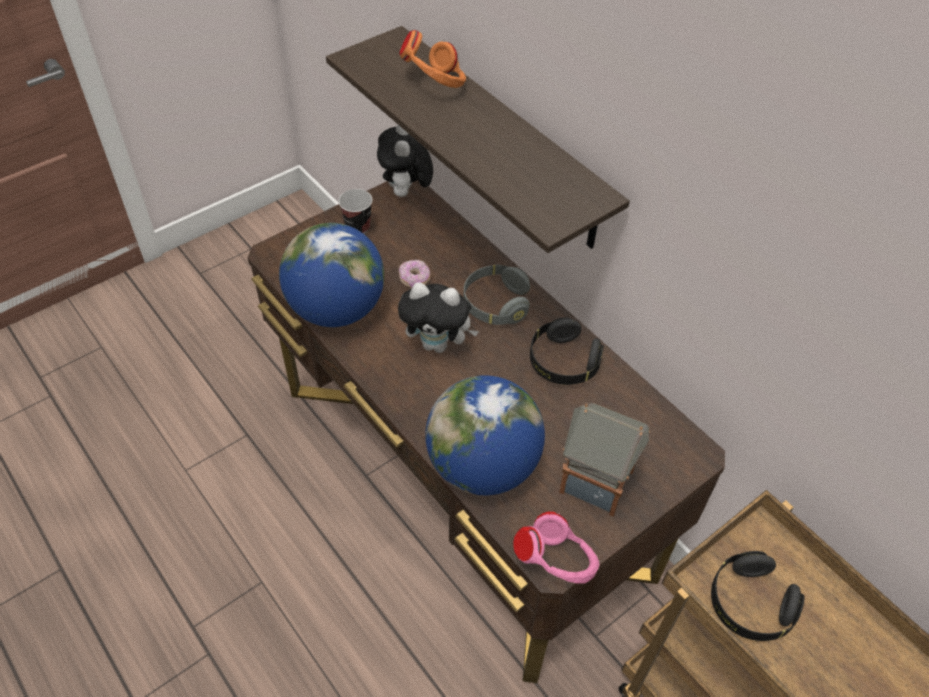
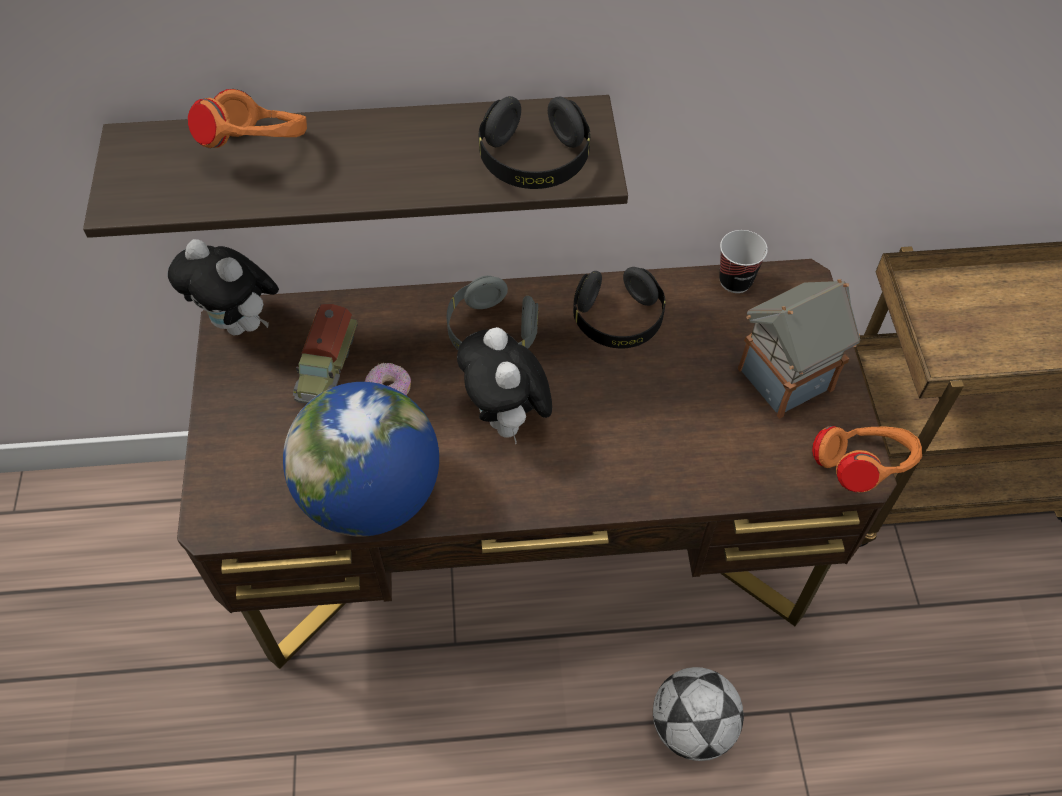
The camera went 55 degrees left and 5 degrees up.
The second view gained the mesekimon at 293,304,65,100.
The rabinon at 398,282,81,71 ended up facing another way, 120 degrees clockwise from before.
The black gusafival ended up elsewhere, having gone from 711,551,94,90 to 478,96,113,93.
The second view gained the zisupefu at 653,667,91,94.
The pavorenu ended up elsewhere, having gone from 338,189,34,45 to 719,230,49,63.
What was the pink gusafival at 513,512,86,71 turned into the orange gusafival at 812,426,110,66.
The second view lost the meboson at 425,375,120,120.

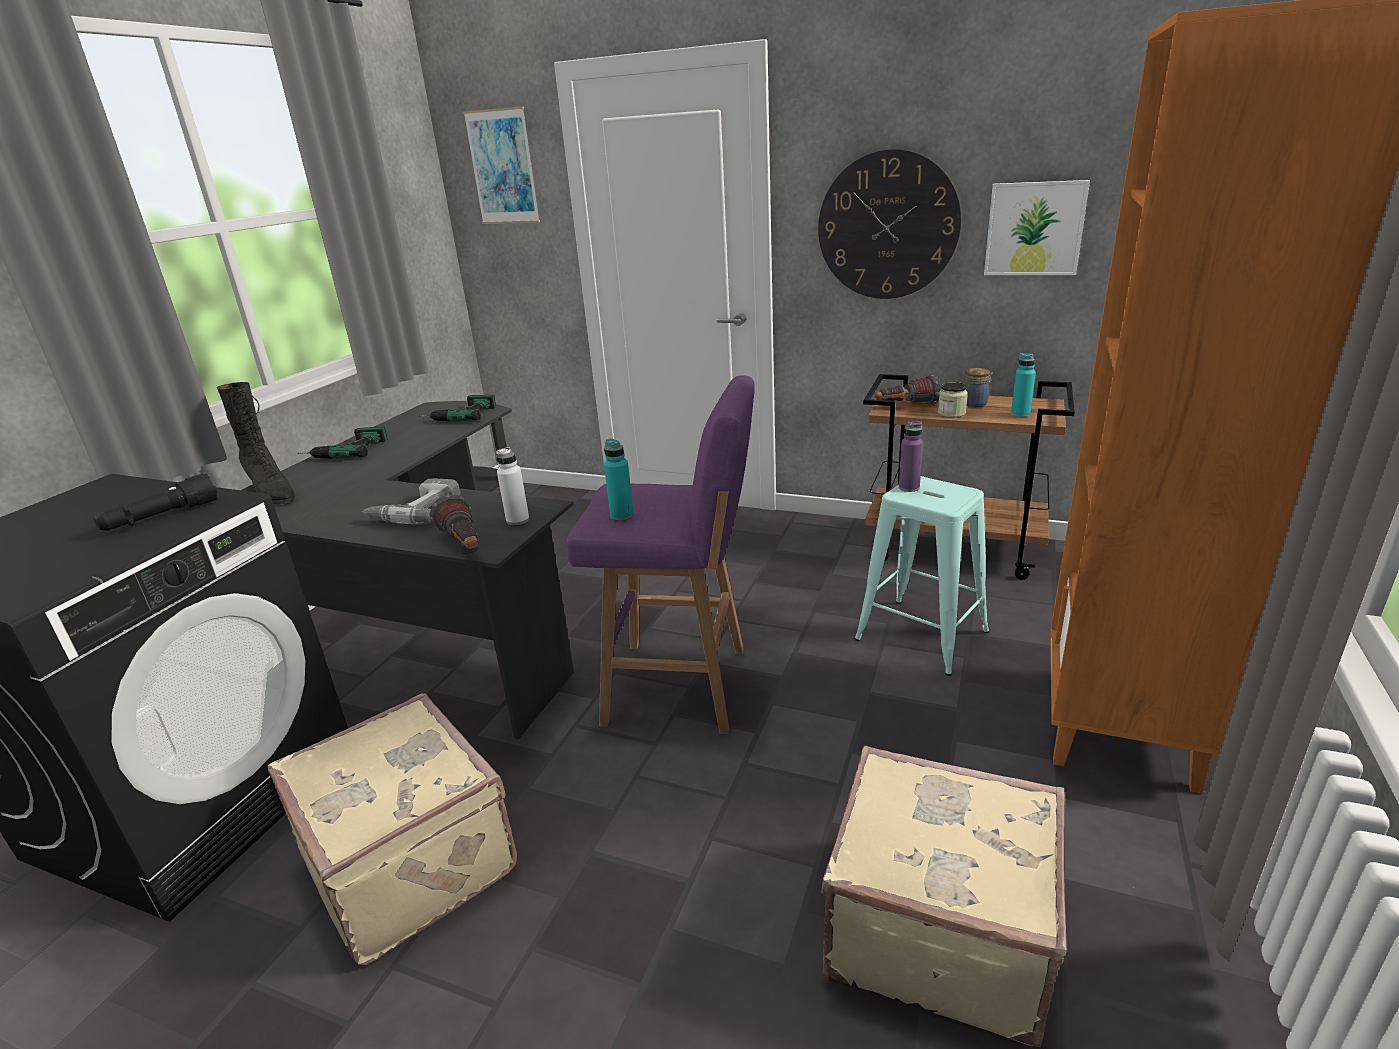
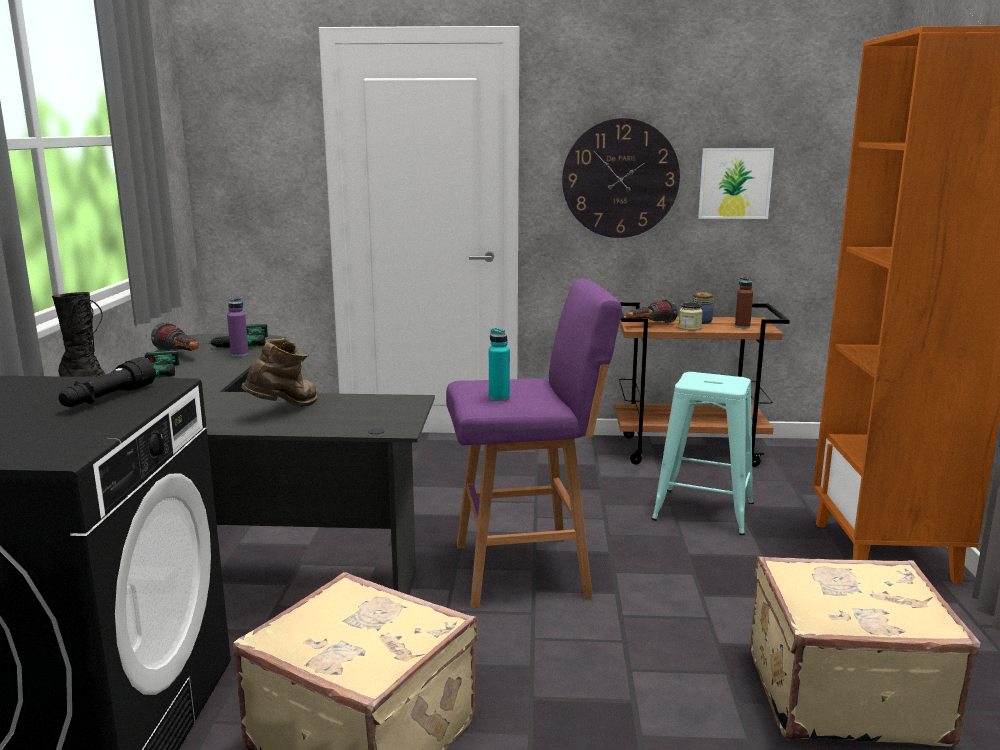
The camera went 20 degrees left and 10 degrees down.
The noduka ended up elsewhere, having gone from 430,494,48,55 to 151,322,48,29.
The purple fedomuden ended up elsewhere, having gone from 899,421,24,71 to 227,297,22,60.
Where the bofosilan stood at 363,479,97,45, the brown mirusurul came to stand at 241,338,77,69.
What was the turquoise fedomuden at 1011,353,25,64 turned into the brown fedomuden at 735,277,18,52.
The second view lost the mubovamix at 463,106,77,118.
The second view lost the white fedomuden at 496,447,33,78.

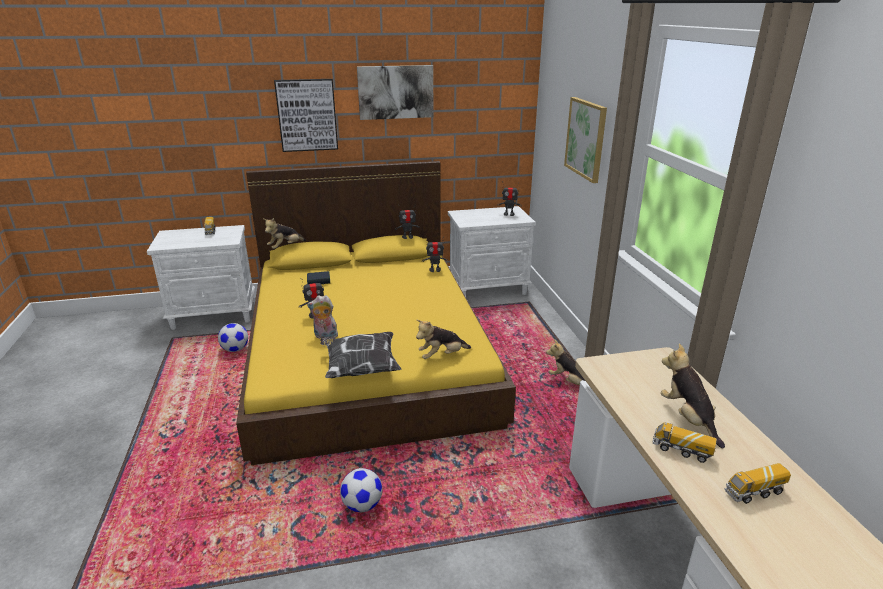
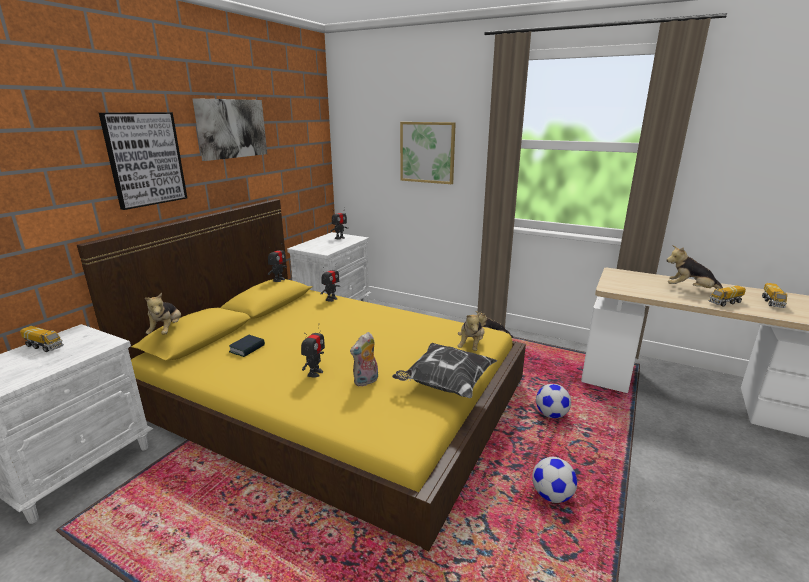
The camera went 50 degrees left and 5 degrees down.
The zisupefu ended up elsewhere, having gone from 218,323,30,29 to 536,384,35,34.

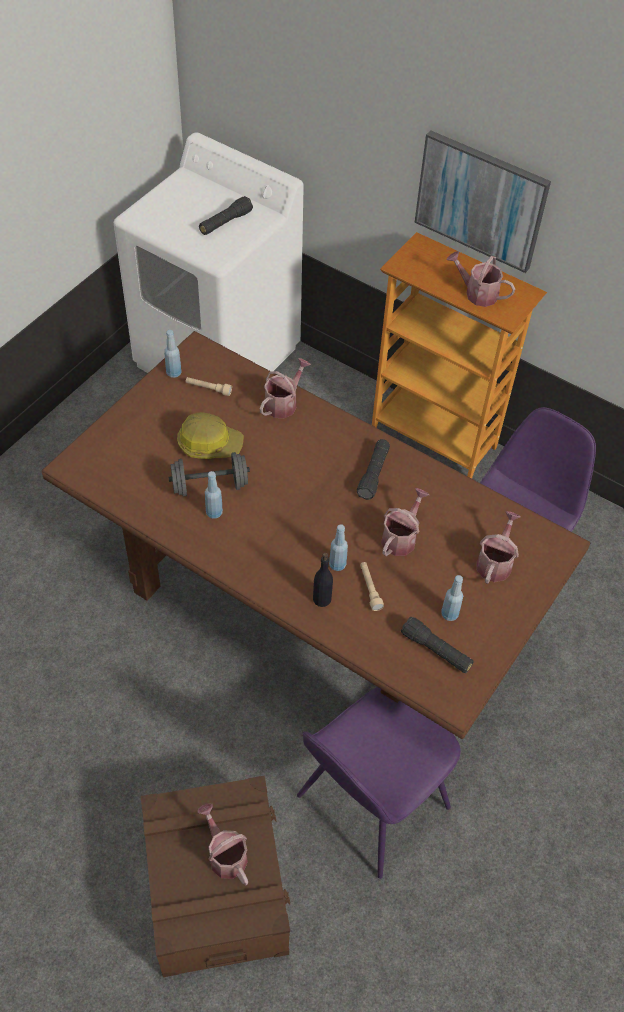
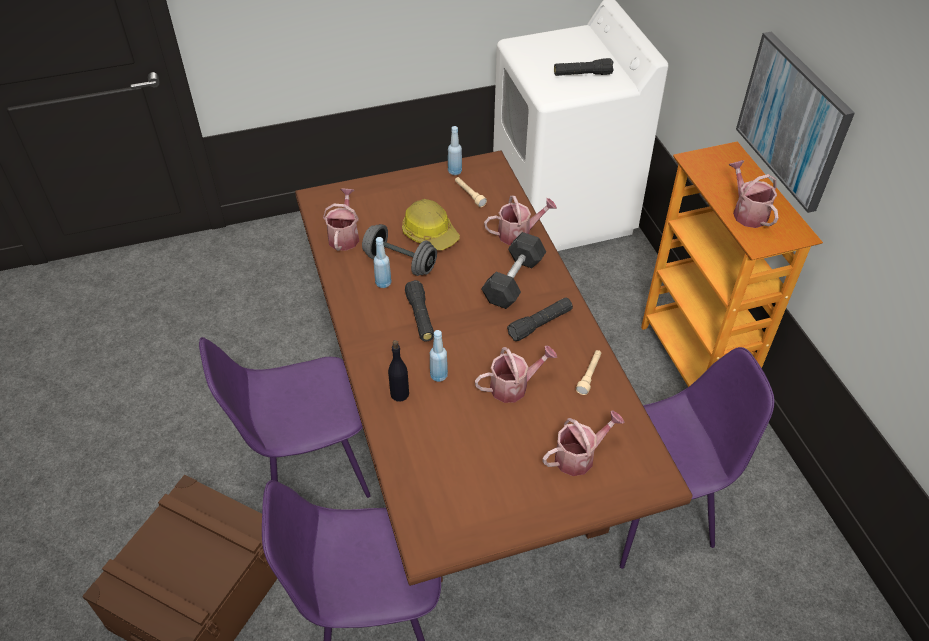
The camera went 40 degrees right and 5 degrees down.
The second view gained the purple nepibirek at 199,337,172,161.
The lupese ended up elsewhere, having gone from 197,803,51,82 to 323,188,36,63.
The black noduka ended up elsewhere, having gone from 401,617,73,56 to 405,280,29,61.
The second view gained the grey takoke at 481,232,65,77.
The beige noduka ended up elsewhere, having gone from 360,562,24,49 to 576,350,26,45.
The second view lost the blue fedomuden at 441,575,22,46.

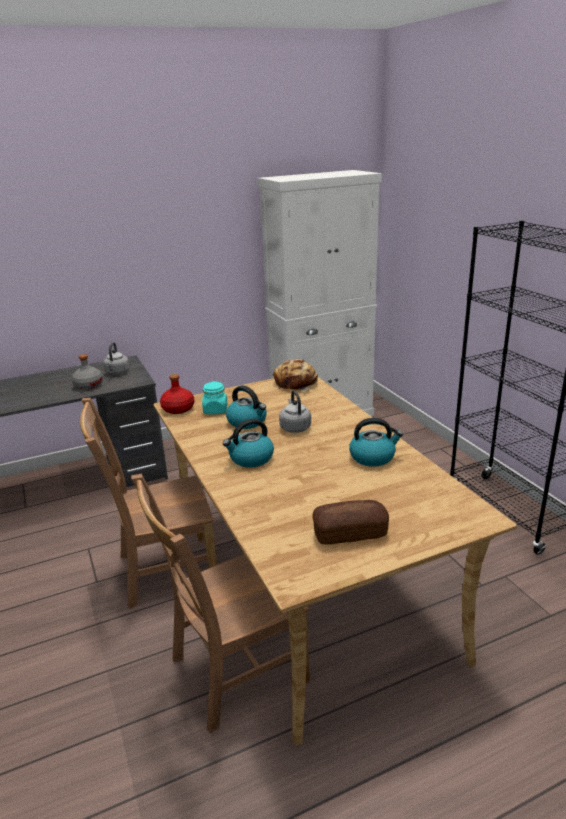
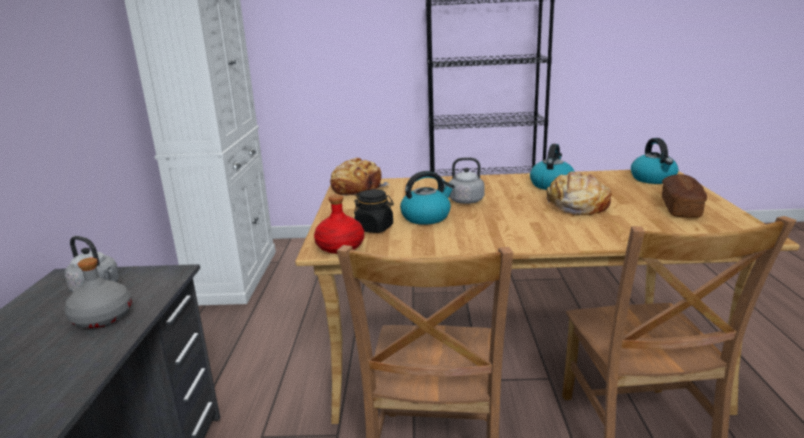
The camera went 65 degrees left and 5 degrees down.
What was the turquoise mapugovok at 202,381,25,33 turned into the black mapugovok at 354,189,40,44.
The second view gained the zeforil at 547,171,65,44.
The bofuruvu ended up elsewhere, having gone from 223,419,51,49 to 631,138,48,46.

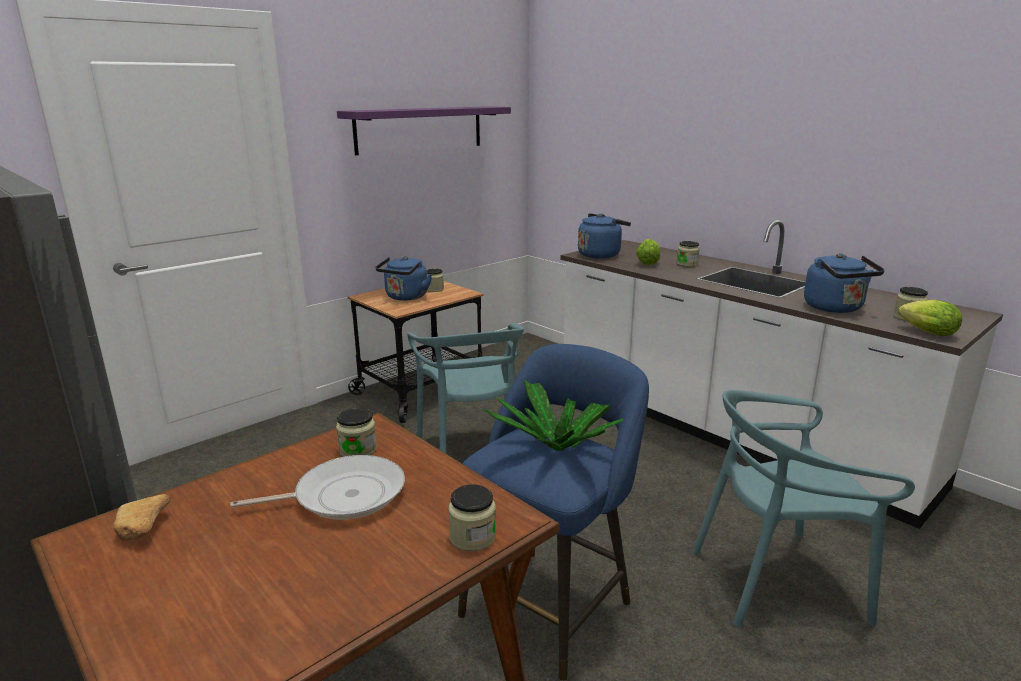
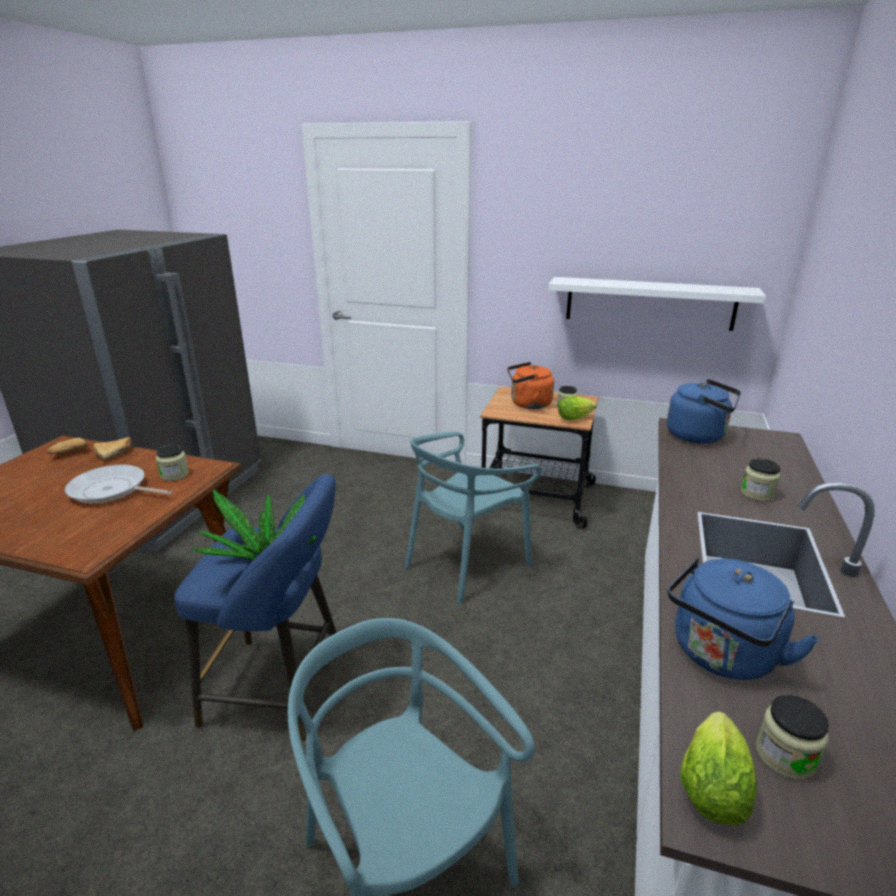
The camera went 60 degrees right and 5 degrees up.
The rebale at 230,455,175,65 ended up facing another way, 150 degrees clockwise from before.
The second view gained the zeforil at 93,437,38,25.
What was the blue bofuruvu at 375,256,57,45 turned into the orange bofuruvu at 507,362,47,47.
The second view gained the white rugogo at 548,277,218,54.
The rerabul ended up elsewhere, having gone from 636,239,24,26 to 558,396,39,24.
The second view lost the purple rugogo at 337,106,174,49.
The second view lost the mapugovok at 448,484,48,68.

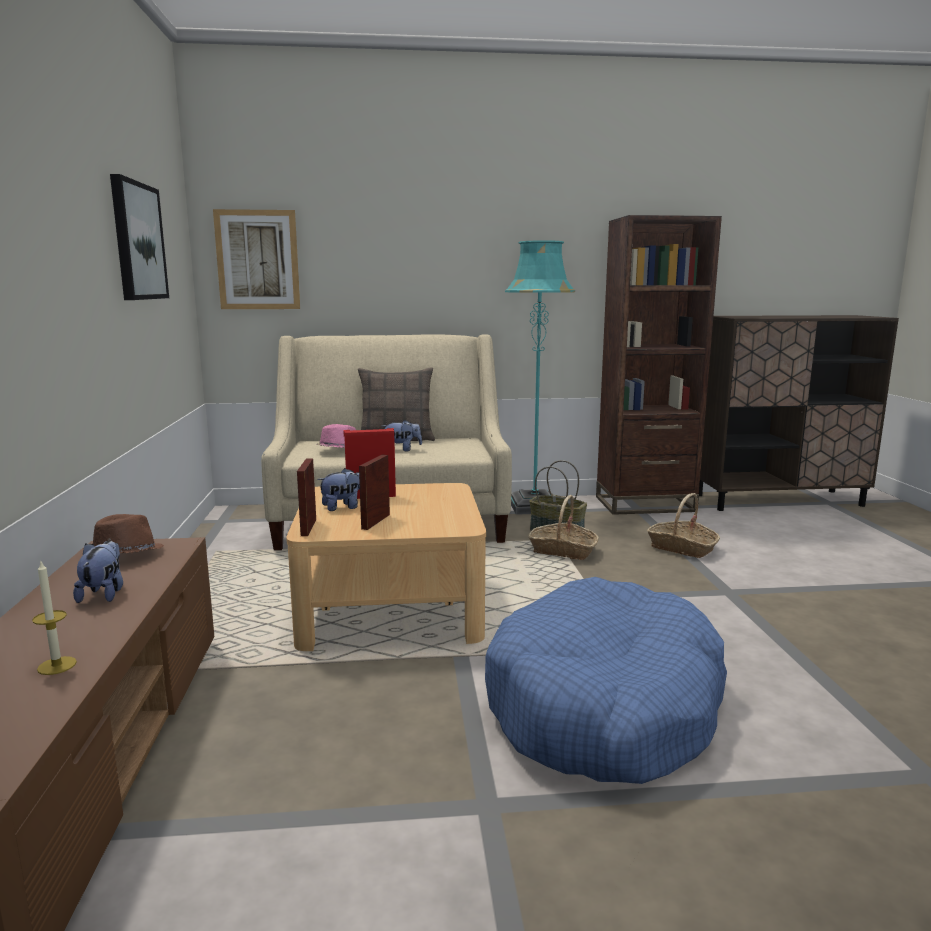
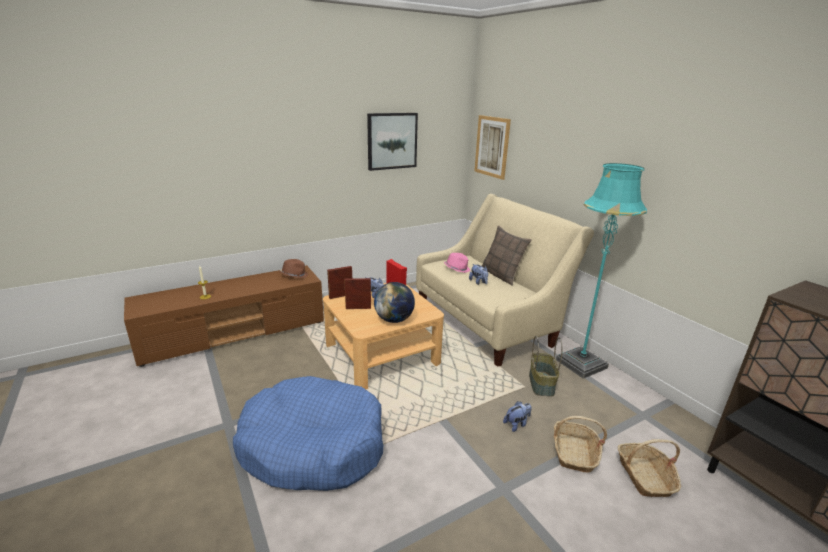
The camera went 65 degrees right and 10 degrees up.
The second view gained the meboson at 374,282,41,41.
The rabinon ended up elsewhere, having gone from 73,540,50,63 to 503,401,29,31.
The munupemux ended up elsewhere, having gone from 528,495,71,65 to 618,439,63,58.
The second view lost the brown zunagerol at 596,215,126,300.

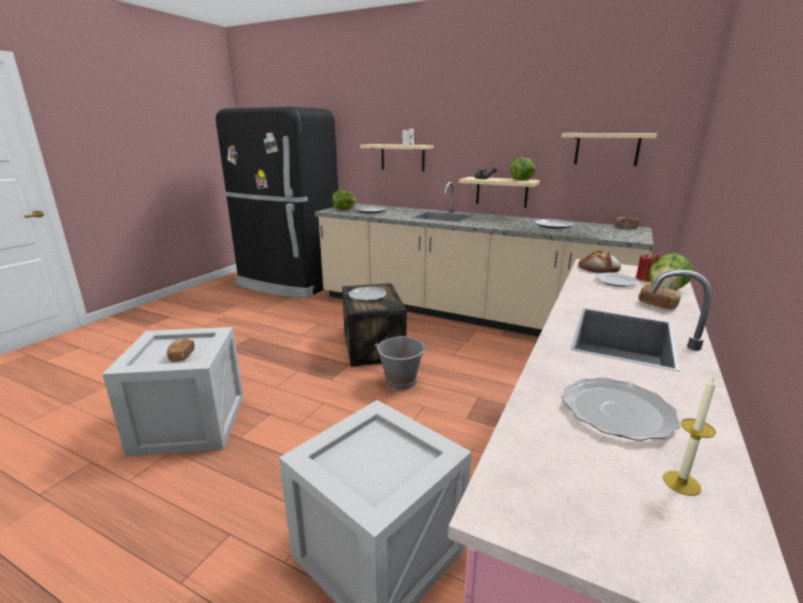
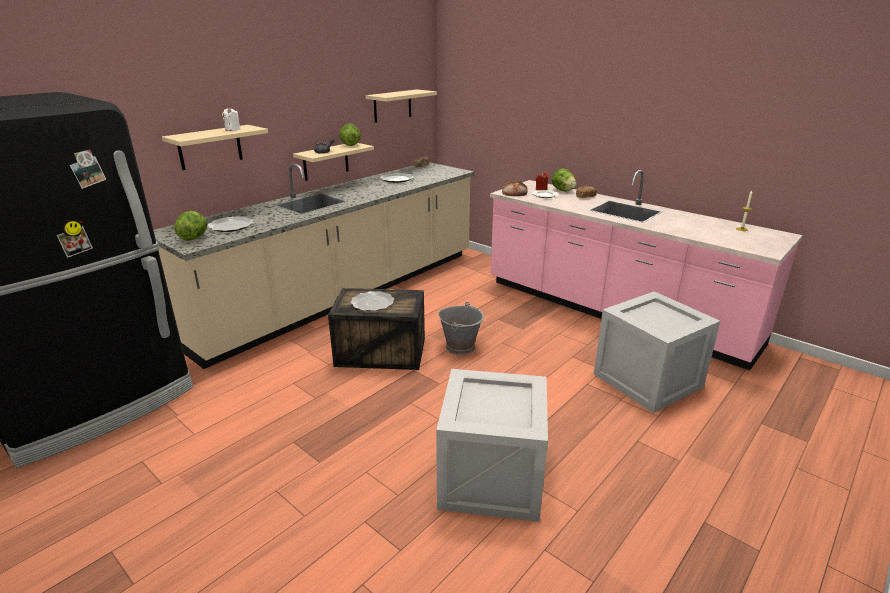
The camera went 75 degrees left and 5 degrees up.
The second view lost the zeforil at 167,339,28,23.
The second view lost the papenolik at 563,377,118,64.

